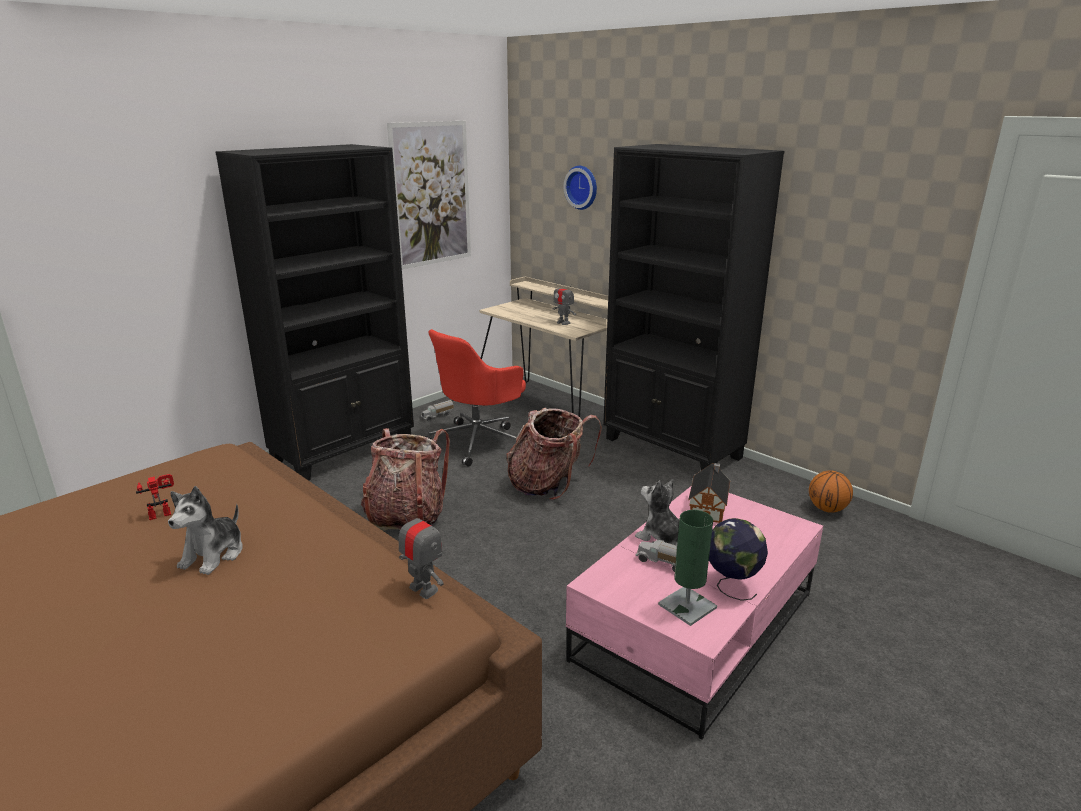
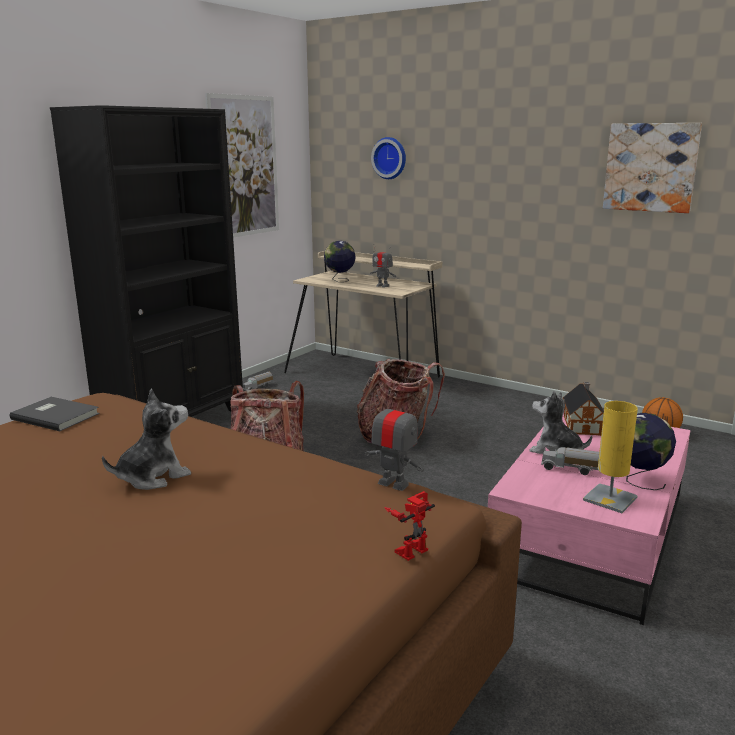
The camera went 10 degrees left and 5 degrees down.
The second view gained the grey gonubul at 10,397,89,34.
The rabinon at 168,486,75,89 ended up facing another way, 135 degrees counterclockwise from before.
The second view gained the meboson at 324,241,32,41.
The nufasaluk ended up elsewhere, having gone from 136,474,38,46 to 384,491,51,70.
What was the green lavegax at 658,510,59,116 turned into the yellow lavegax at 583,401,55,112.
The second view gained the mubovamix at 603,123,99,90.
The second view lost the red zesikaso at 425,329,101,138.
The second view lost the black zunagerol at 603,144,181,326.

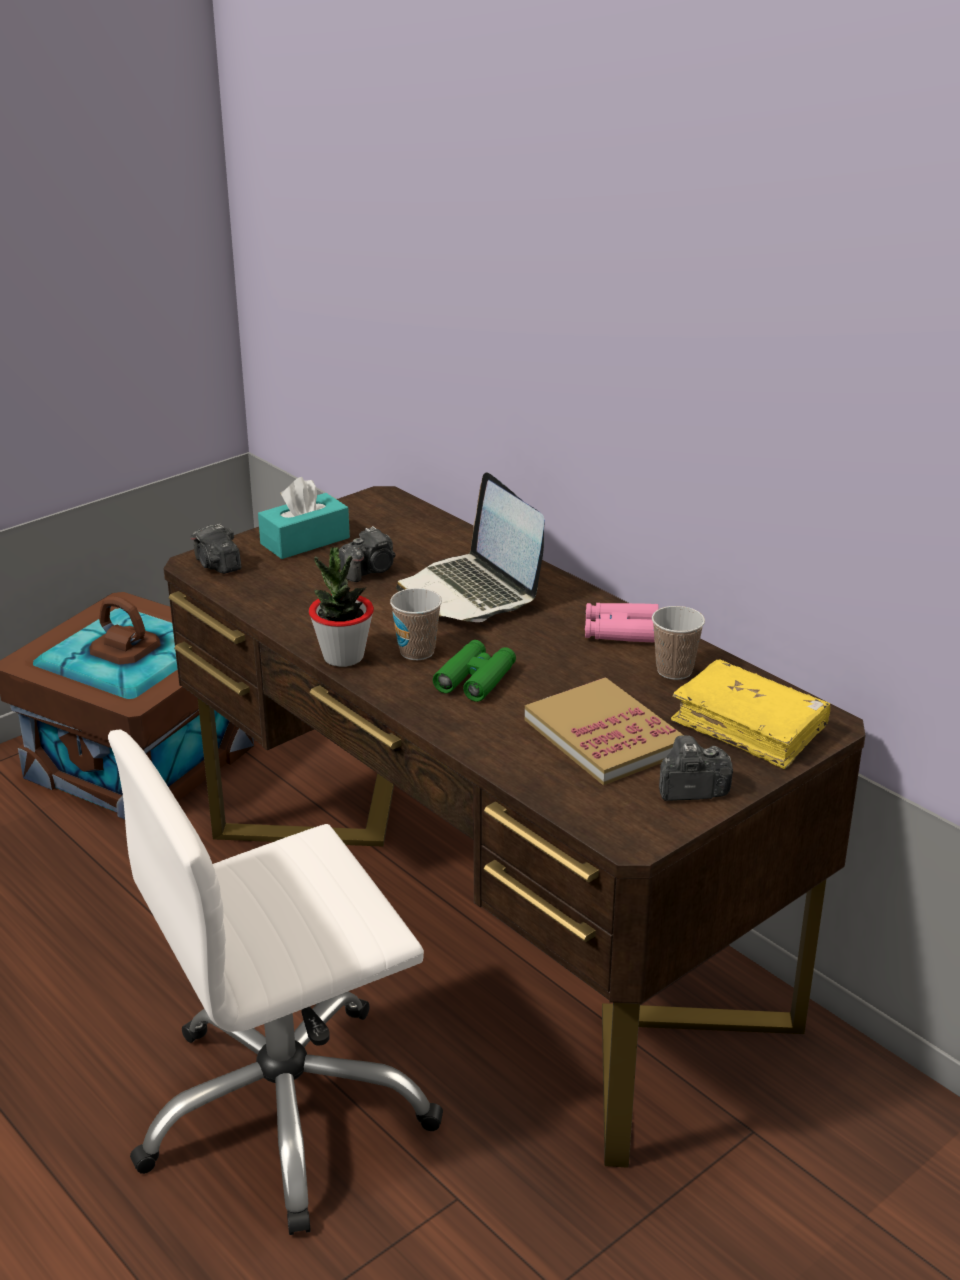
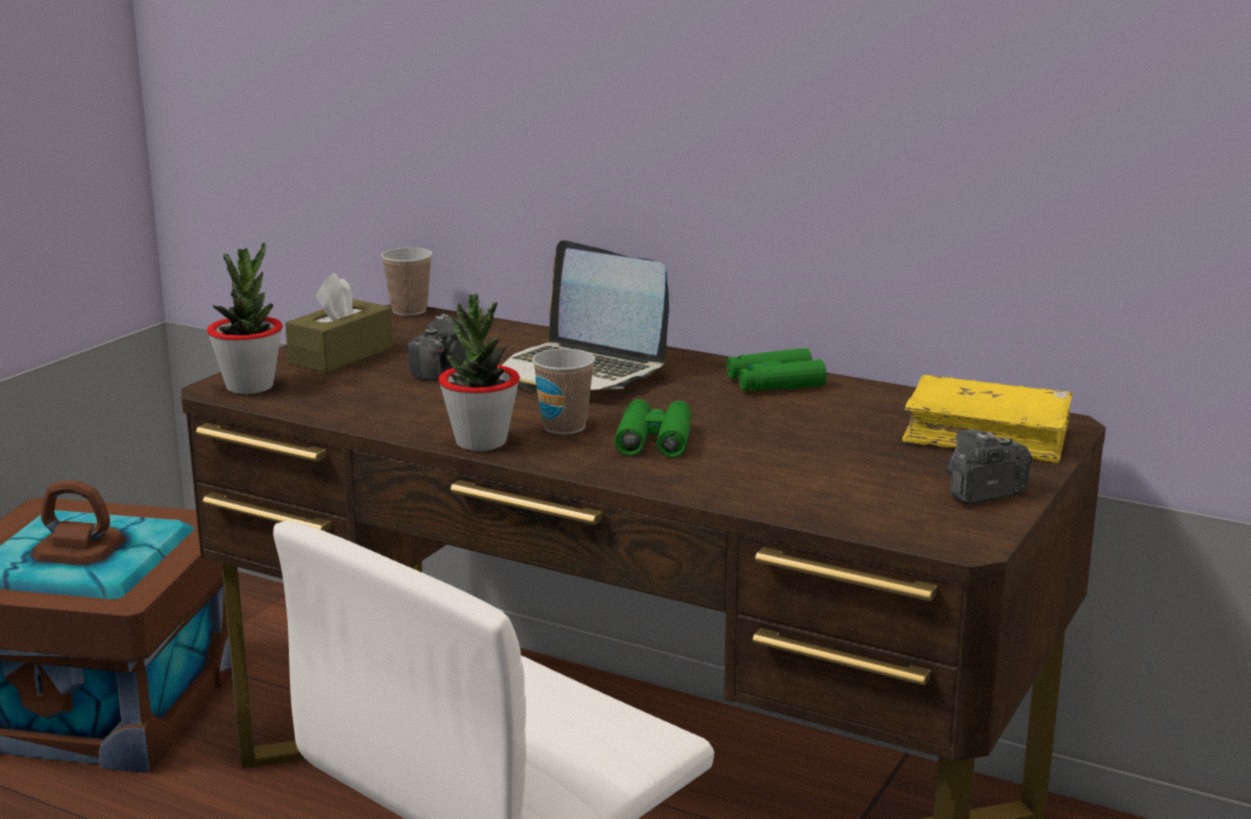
The camera went 20 degrees left and 10 degrees down.
Where the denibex stood at 191,524,50,50, the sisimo came to stand at 207,242,76,152.
What was the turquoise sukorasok at 258,477,92,82 turned into the brown sukorasok at 285,273,108,100.
The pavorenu ended up elsewhere, having gone from 652,606,53,74 to 381,247,52,69.
What was the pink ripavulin at 585,603,74,39 turned into the green ripavulin at 726,348,100,43.
The second view lost the gonubul at 525,677,158,109.

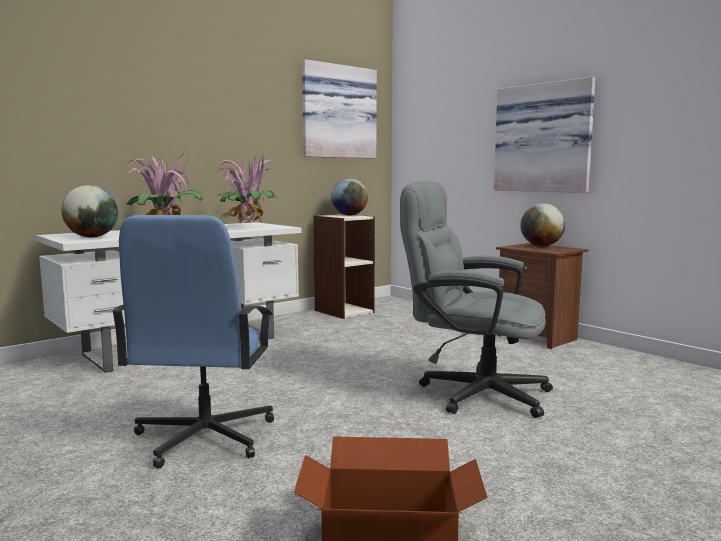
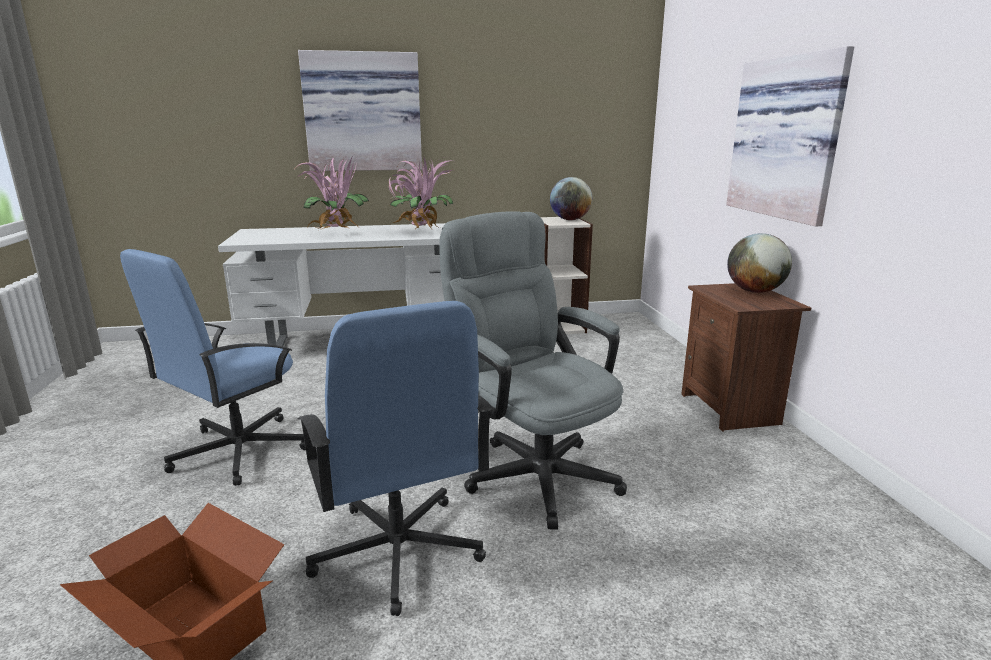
The camera went 30 degrees right and 10 degrees up.
The mubovamix ended up elsewhere, having gone from 302,59,75,99 to 298,50,124,121.
The second view gained the blue zesikaso at 298,301,195,315.
The second view lost the meboson at 61,185,58,52.

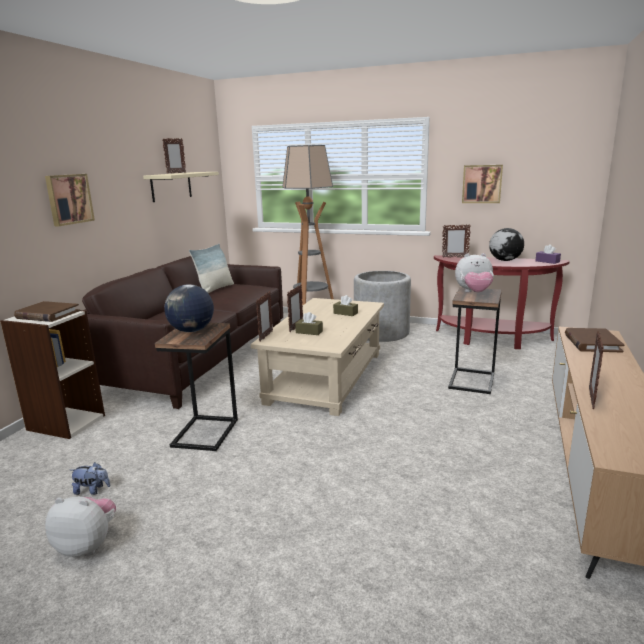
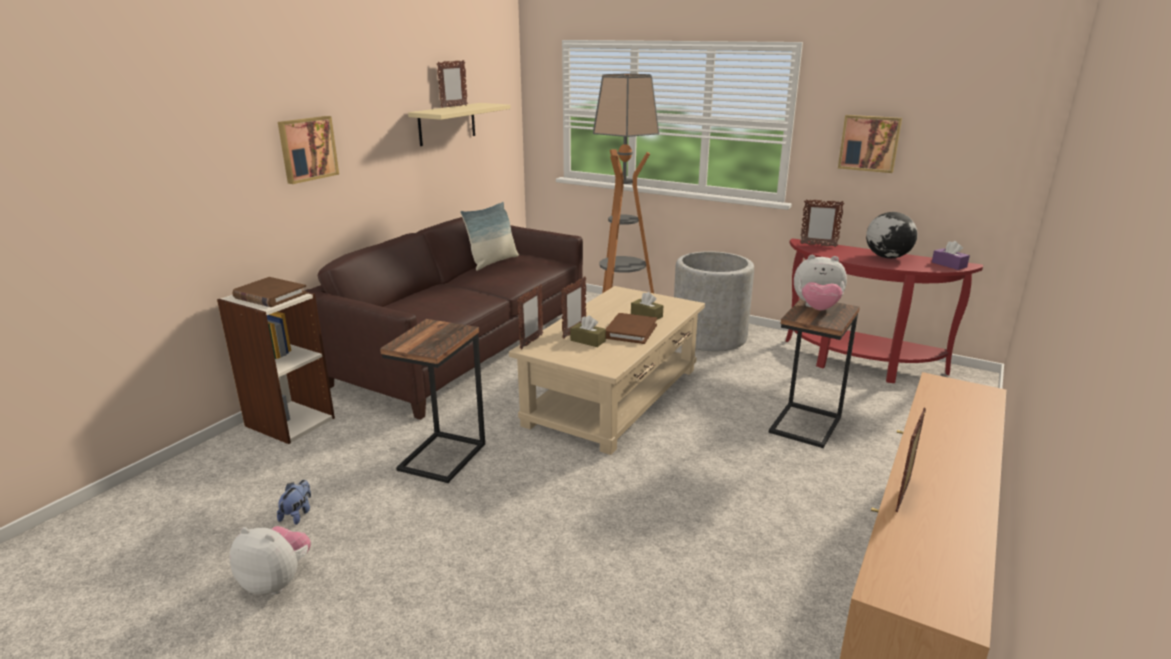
The camera went 10 degrees right and 5 degrees up.
The rabinon at 71,462,39,33 ended up facing another way, 90 degrees counterclockwise from before.
The brown gonubul ended up elsewhere, having gone from 565,328,59,25 to 606,313,51,31.
The second view lost the meboson at 164,284,50,48.

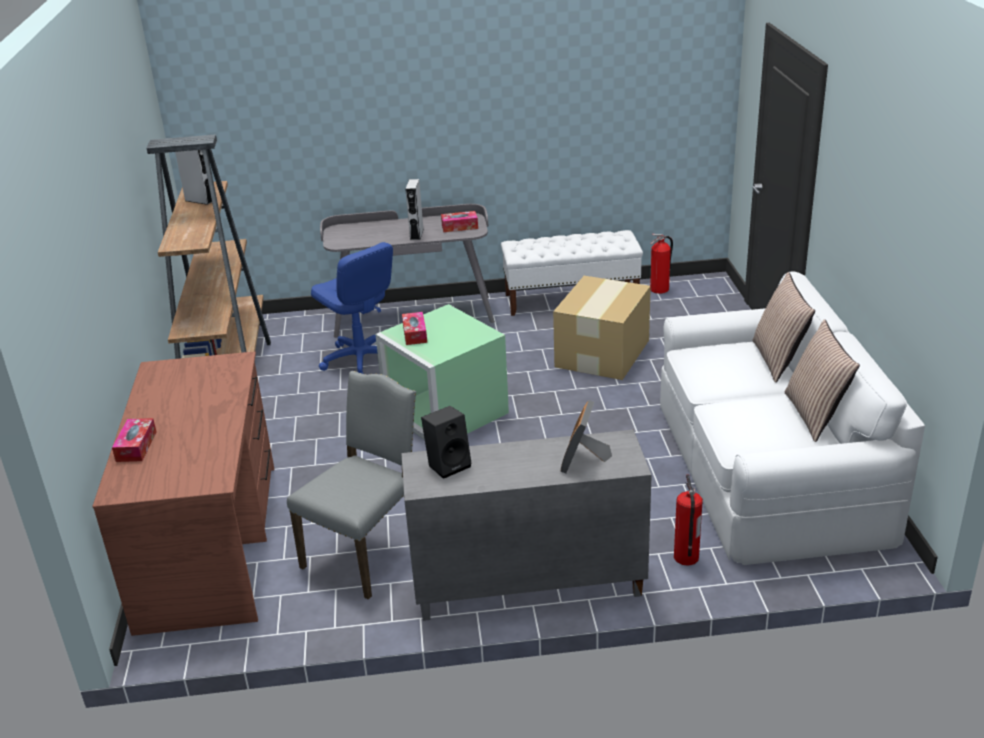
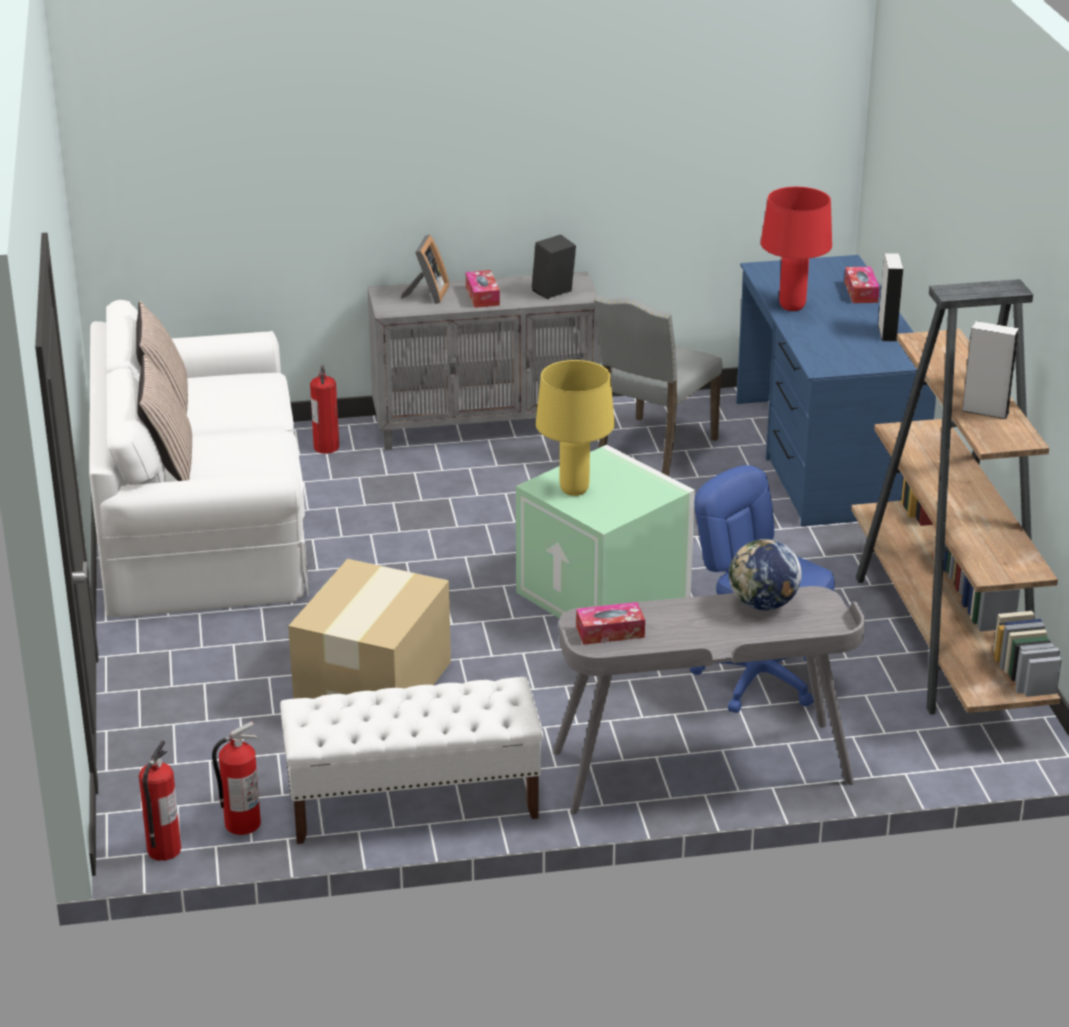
The camera went 175 degrees right and 0 degrees up.
The second view gained the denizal at 139,740,42,121.
The sukorasok ended up elsewhere, having gone from 402,312,25,33 to 466,270,34,38.
The second view gained the yellow lavegax at 536,360,79,136.
The second view gained the meboson at 729,539,73,71.
What was the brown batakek at 92,351,182,285 turned into the blue batakek at 736,255,200,271.
The second view gained the red lavegax at 761,187,71,124.
The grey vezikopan ended up elsewhere, having gone from 405,179,19,61 to 878,253,25,88.

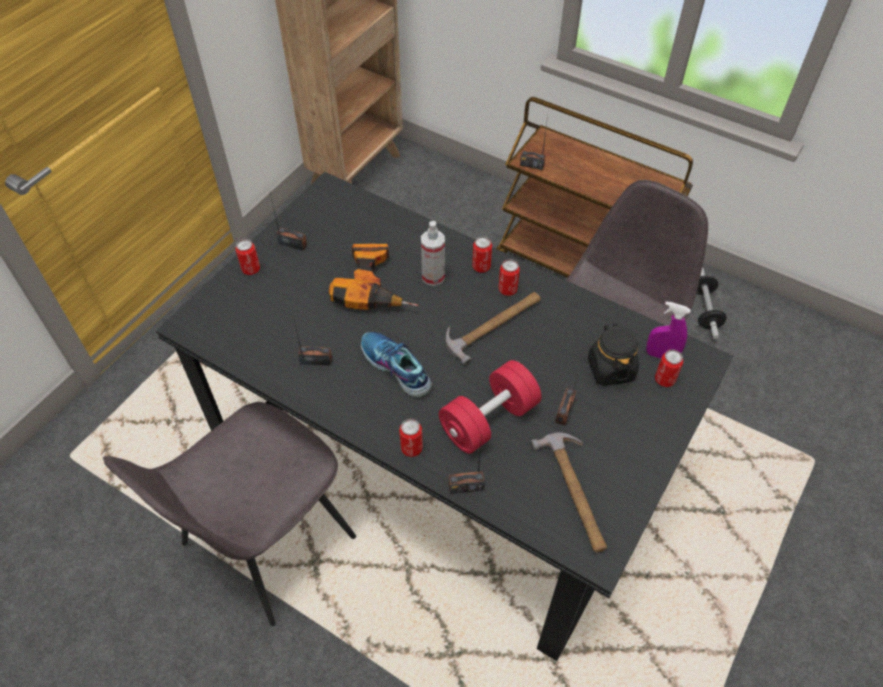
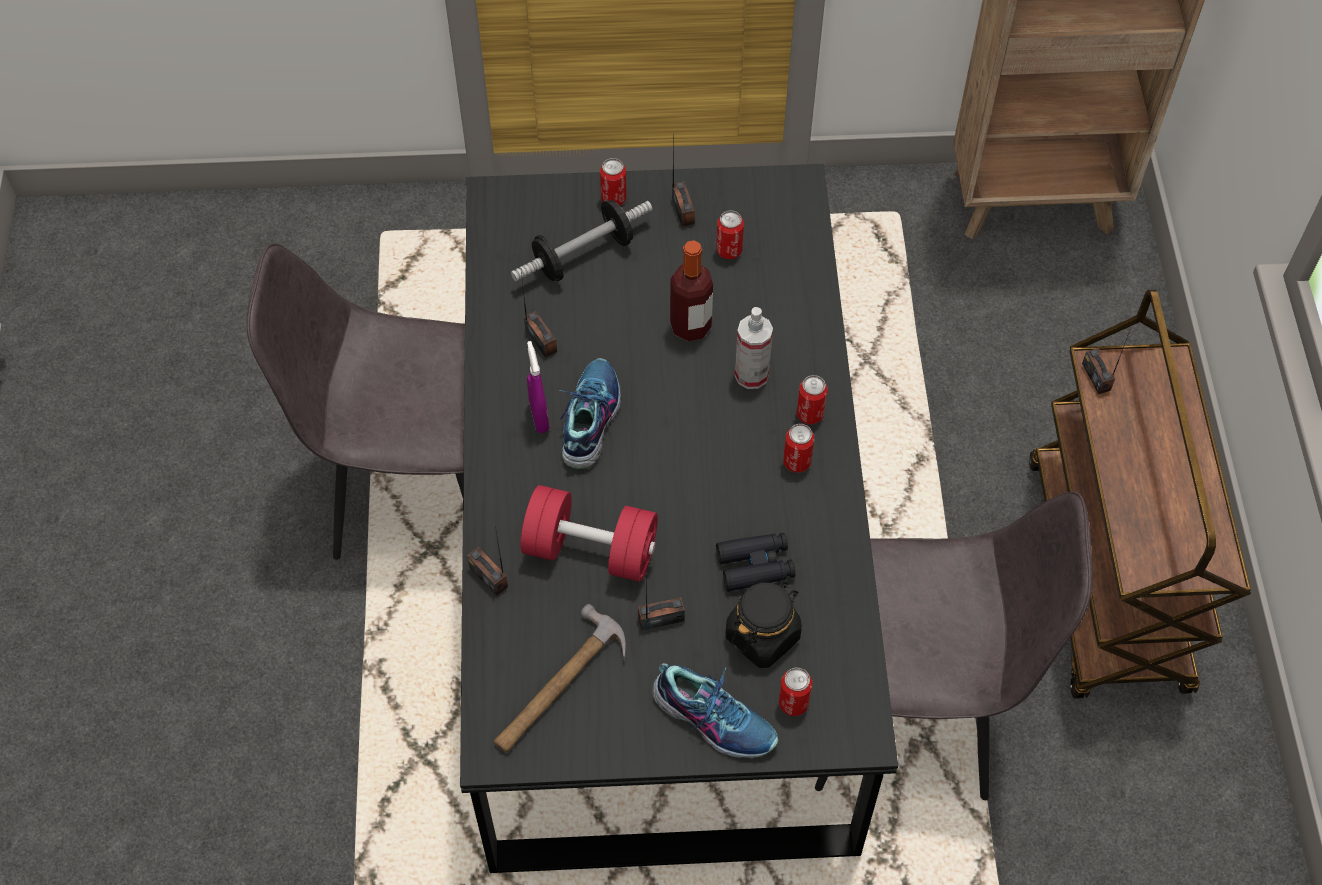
The camera went 55 degrees right and 5 degrees up.
The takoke ended up elsewhere, having gone from 697,267,30,72 to 511,200,142,81.
The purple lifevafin ended up elsewhere, having gone from 646,301,45,58 to 527,341,22,92.
The second view gained the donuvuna at 652,663,126,95.
Where the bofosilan stood at 329,244,90,66, the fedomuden came to stand at 670,240,43,101.
The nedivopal ended up elsewhere, having gone from 399,419,24,38 to 716,211,28,48.
The second view gained the black ripavulin at 716,533,79,59.
The second view lost the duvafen at 446,292,95,74.

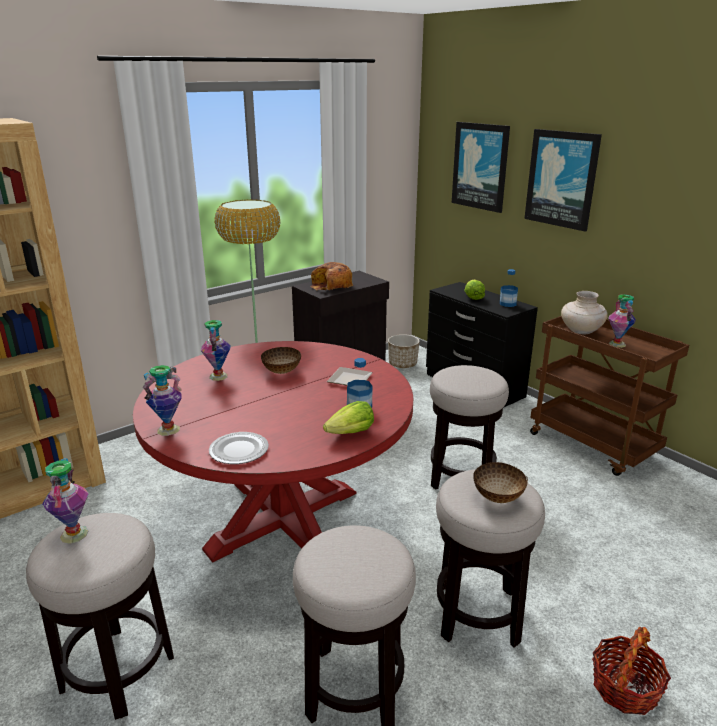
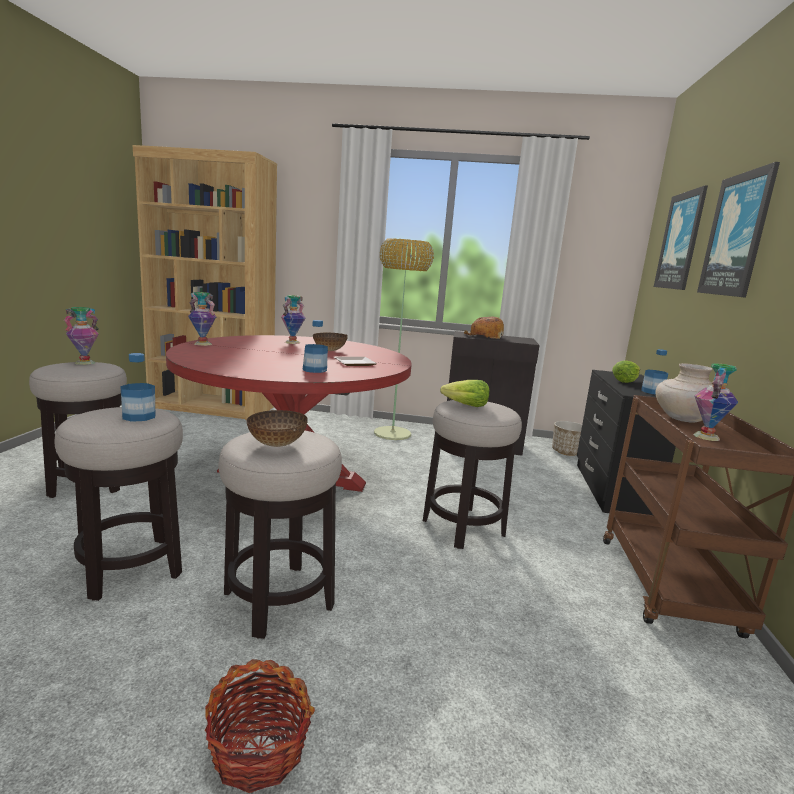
The camera went 45 degrees right and 10 degrees down.
The second view gained the fedomuden at 120,353,35,69.
The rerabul ended up elsewhere, having gone from 323,401,51,33 to 440,380,50,27.
The second view lost the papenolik at 209,432,60,32.

